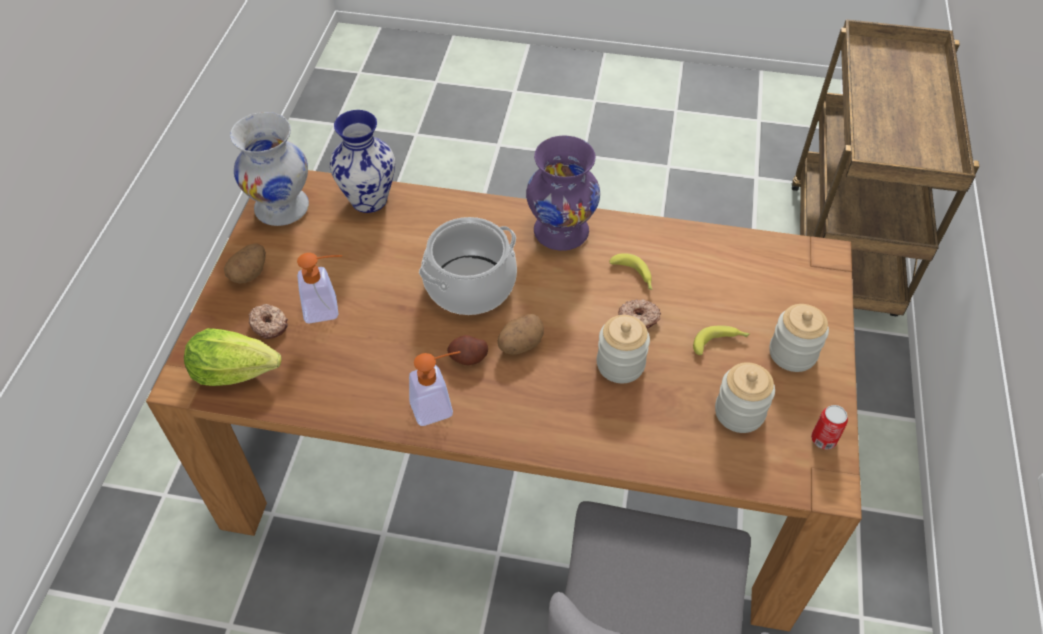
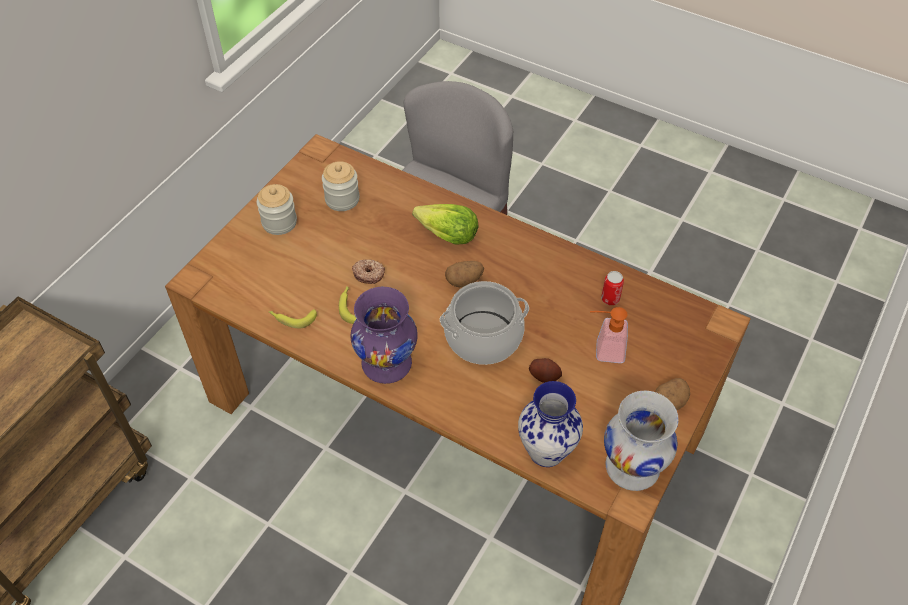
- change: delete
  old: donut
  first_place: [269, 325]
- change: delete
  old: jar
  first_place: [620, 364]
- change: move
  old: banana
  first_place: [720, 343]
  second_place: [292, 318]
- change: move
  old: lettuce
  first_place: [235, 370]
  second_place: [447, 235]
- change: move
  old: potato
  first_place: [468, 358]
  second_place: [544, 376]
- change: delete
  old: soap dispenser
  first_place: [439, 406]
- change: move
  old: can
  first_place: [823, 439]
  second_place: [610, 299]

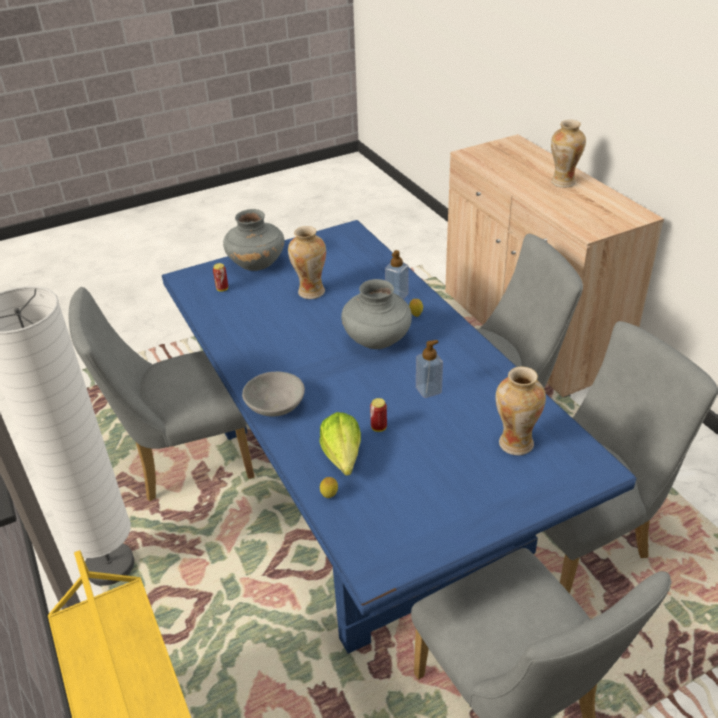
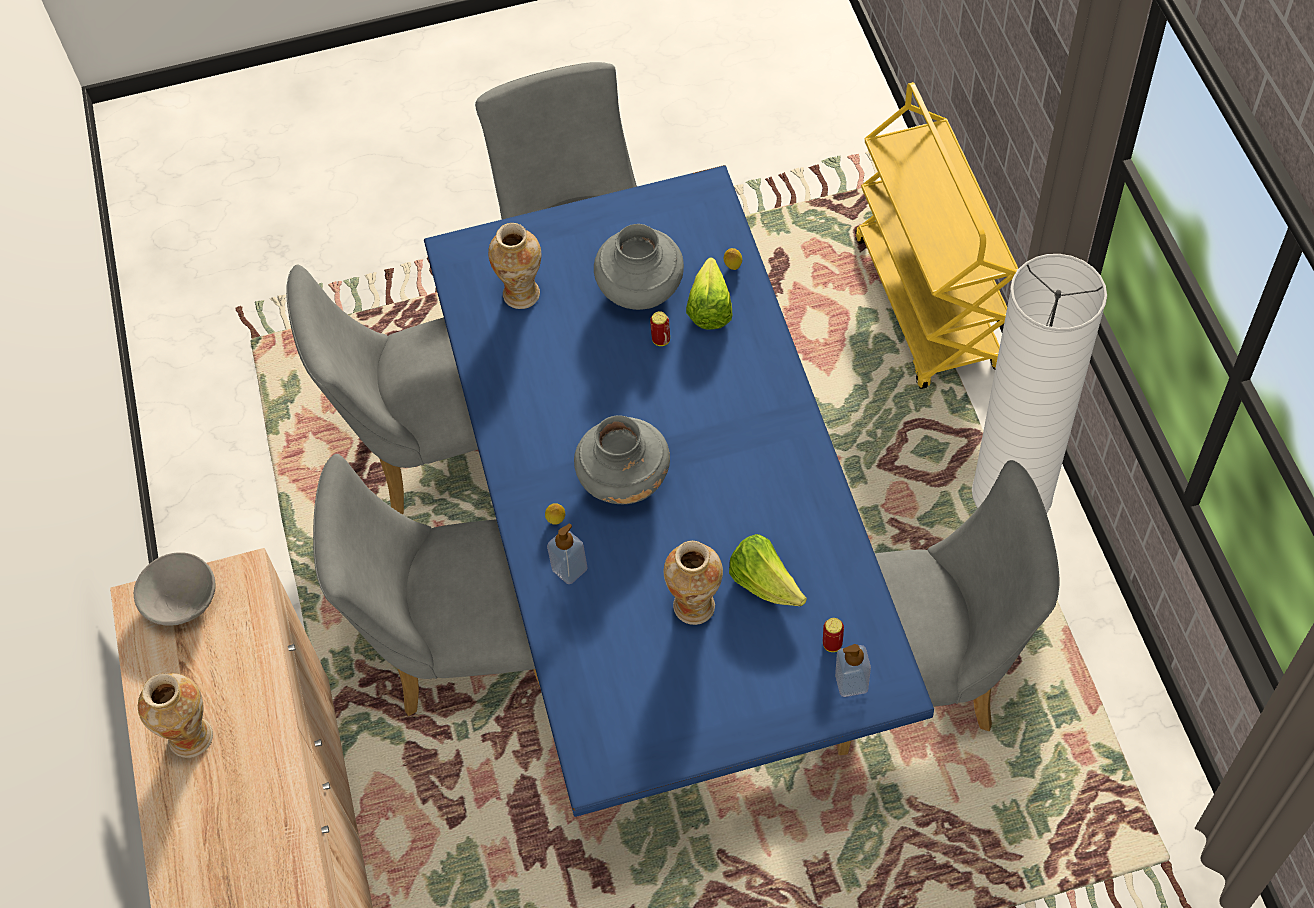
- change: move
  old: grey vase
  first_place: [256, 264]
  second_place: [641, 291]
- change: move
  old: soap dispenser
  first_place: [428, 390]
  second_place: [851, 682]
- change: move
  old: grey bowl
  first_place: [275, 406]
  second_place: [181, 601]
- change: insert
  new: lettuce
  second_place: [765, 583]

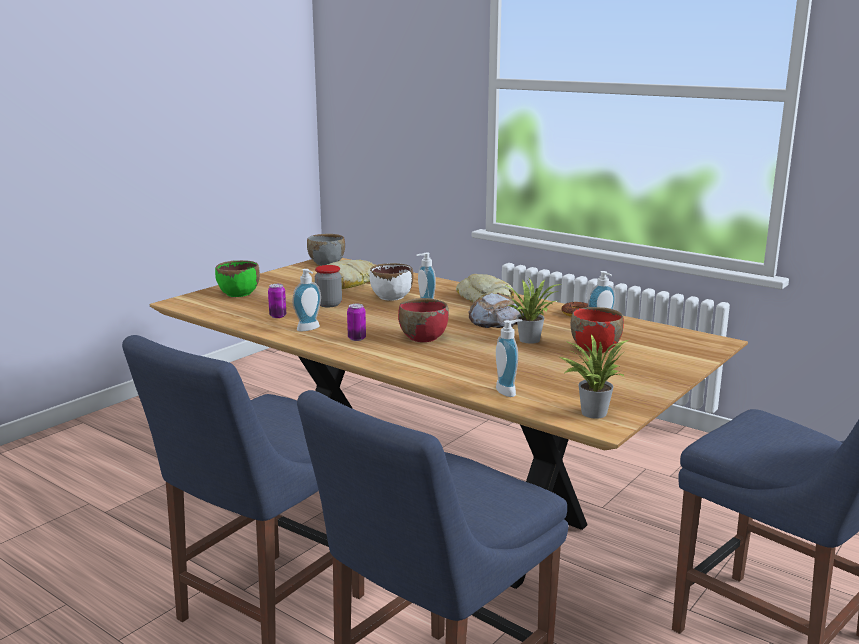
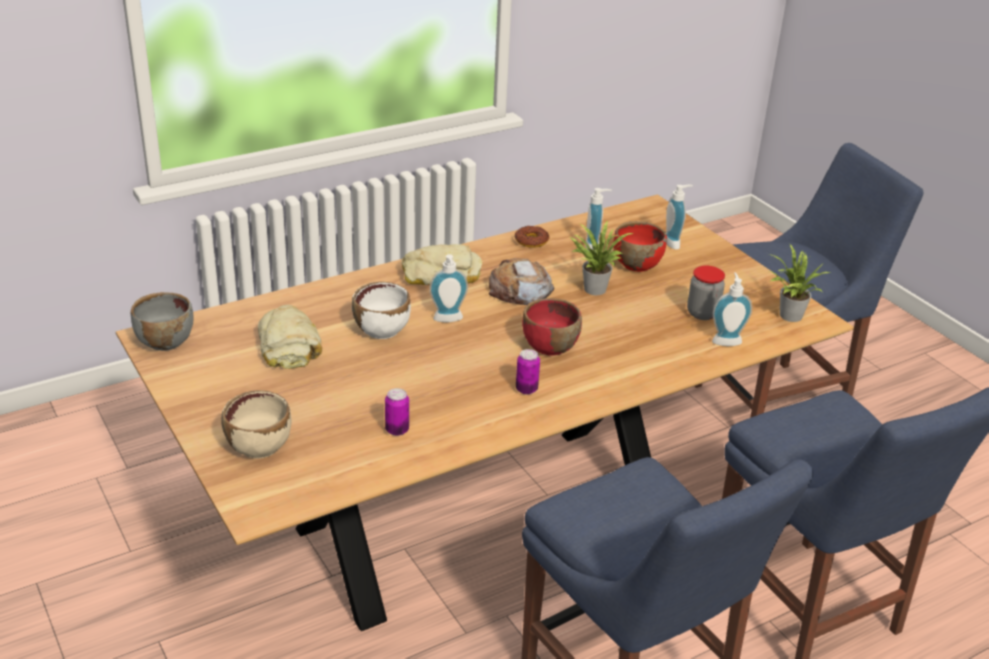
- change: recolor
  old: green bowl
  new: beige bowl
  first_place: [239, 293]
  second_place: [259, 446]
- change: move
  old: jar
  first_place: [329, 304]
  second_place: [702, 313]
- change: move
  old: soap dispenser
  first_place: [309, 329]
  second_place: [674, 243]

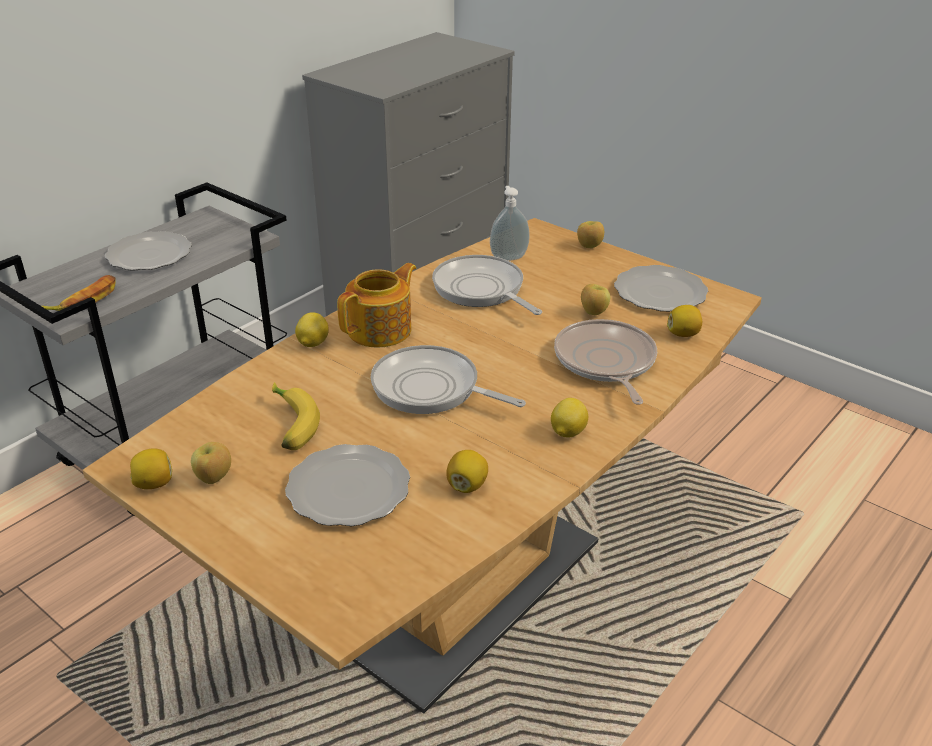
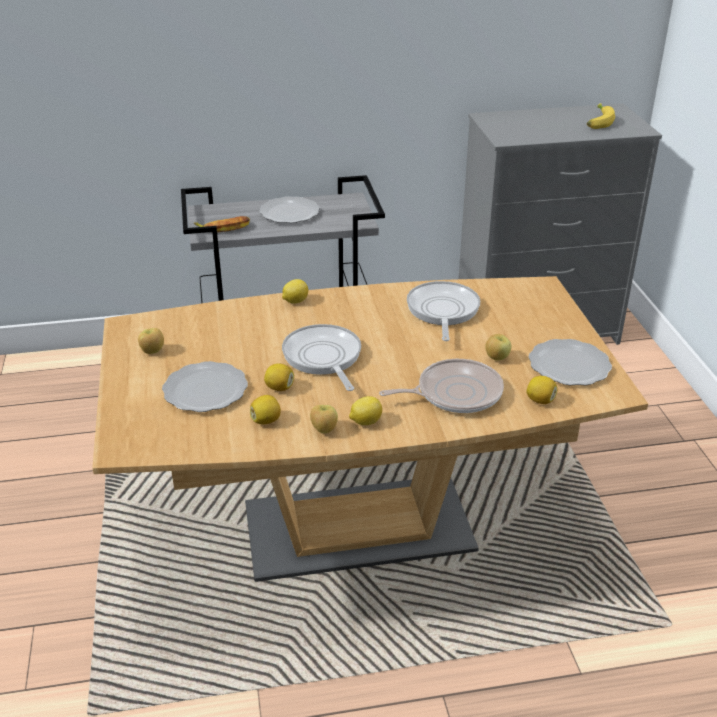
- change: delete
  old: soap dispenser
  first_place: [508, 257]
- change: move
  old: apple
  first_place: [589, 246]
  second_place: [324, 430]
- change: delete
  old: teapot
  first_place: [381, 330]
- change: rotate
  old: frying pan
  first_place: [605, 363]
  second_place: [454, 393]
  degrees: 45
- change: move
  old: banana
  first_place: [289, 425]
  second_place: [597, 122]
- change: move
  old: lemon
  first_place: [154, 483]
  second_place: [279, 388]

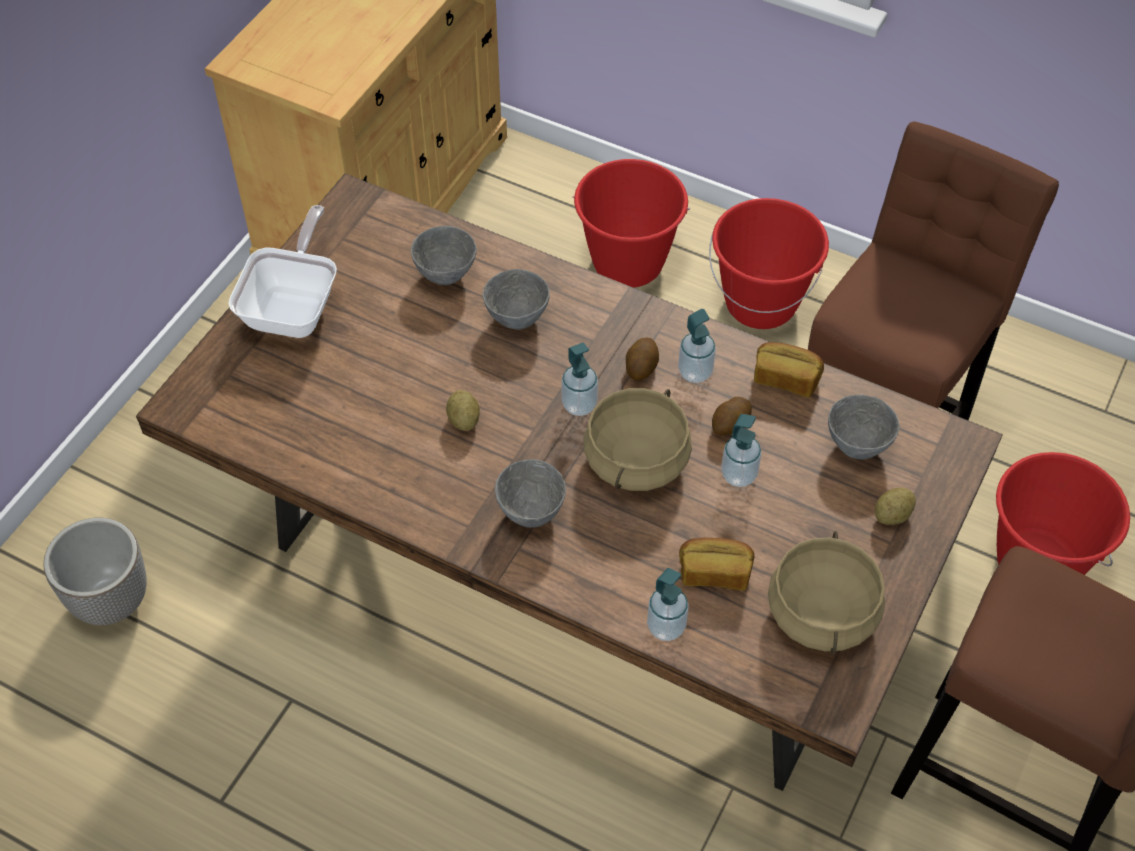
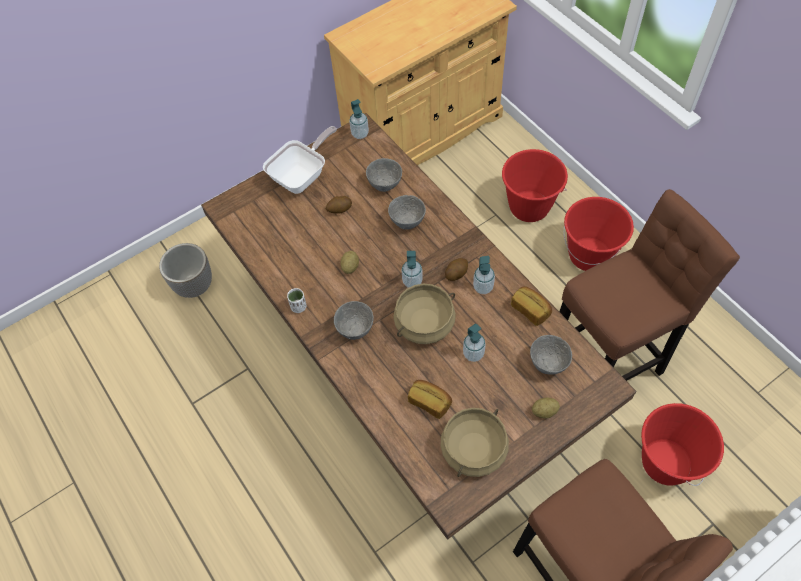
- change: move
  old: potato
  first_place: [730, 425]
  second_place: [339, 209]
- change: move
  old: soap dispenser
  first_place: [666, 627]
  second_place: [360, 134]
- change: insert
  new: white cup
  second_place: [298, 307]

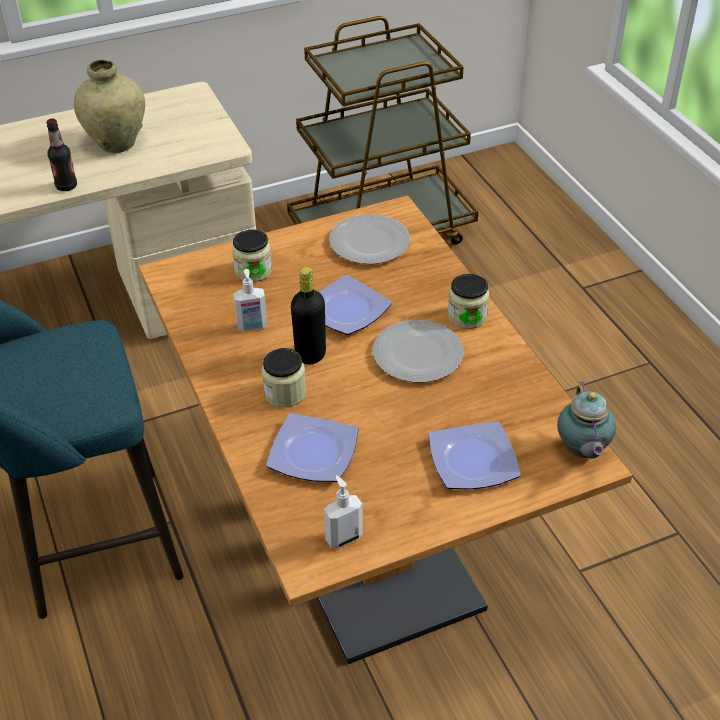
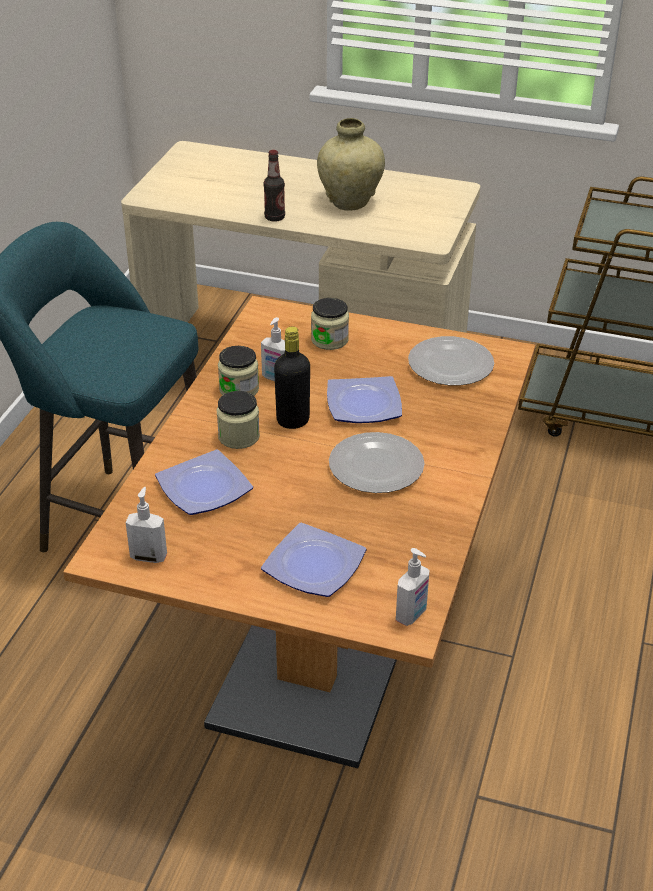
- change: move
  old: jar
  first_place: [467, 316]
  second_place: [239, 390]
- change: replace
  old: teapot
  new: soap dispenser
  first_place: [581, 452]
  second_place: [412, 615]

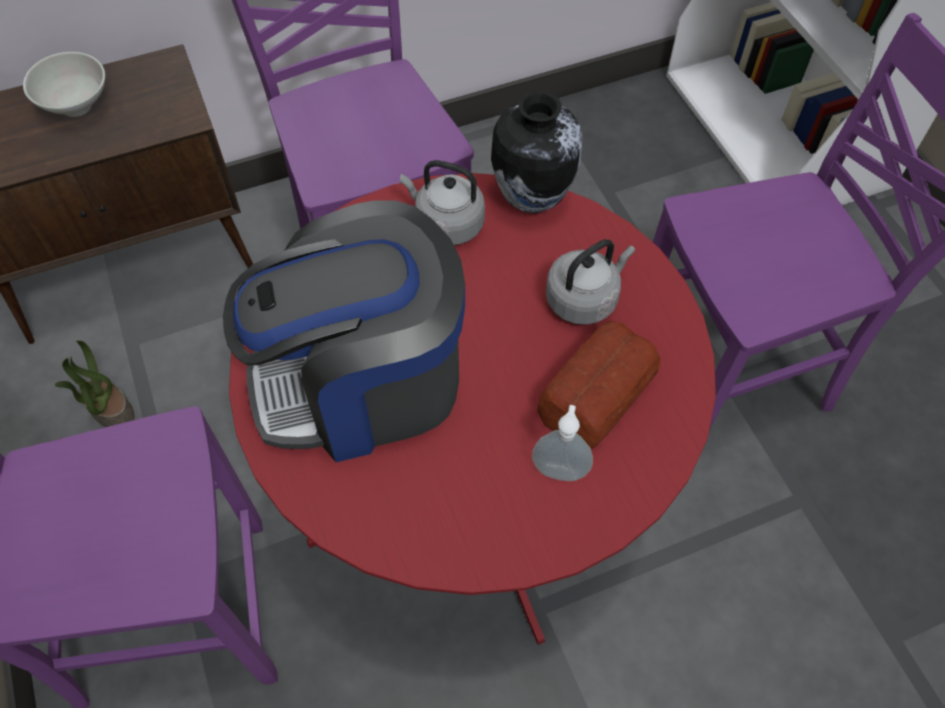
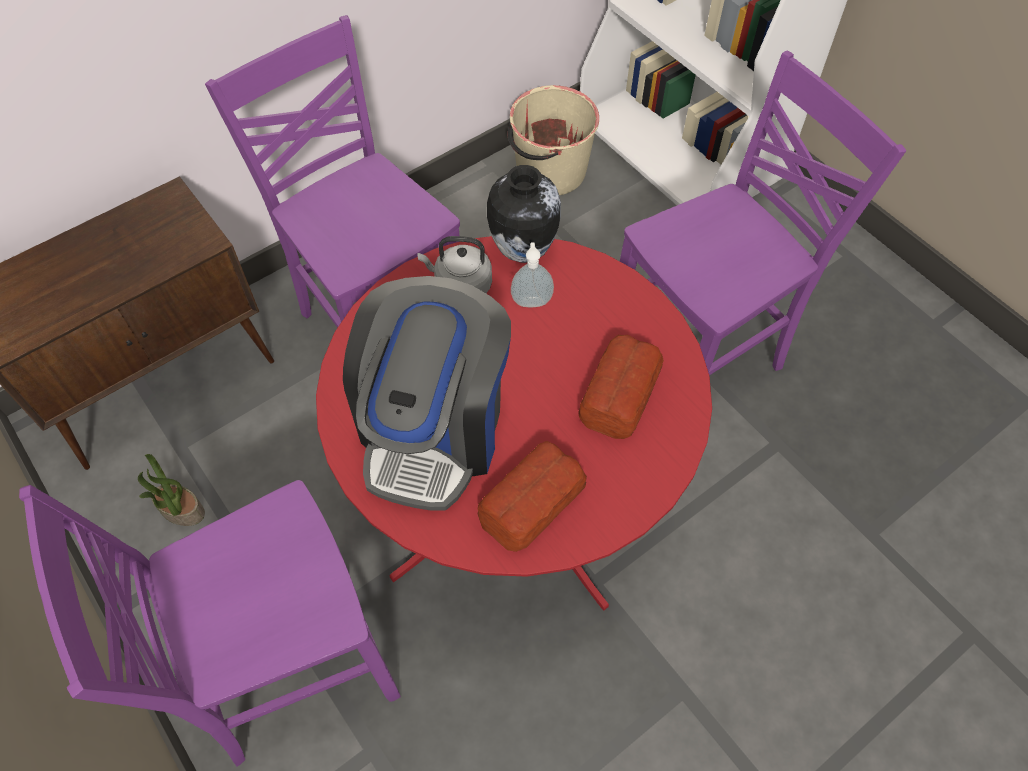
- change: delete
  old: white bowl
  first_place: [79, 106]
- change: rotate
  old: coffee machine
  first_place: [363, 383]
  second_place: [434, 428]
  degrees: -45
- change: delete
  old: grey kettle
  first_place: [584, 299]
- change: move
  old: soap dispenser
  first_place: [560, 469]
  second_place: [531, 301]
- change: insert
  new: beige bucket
  second_place: [550, 171]
- change: insert
  new: bread
  second_place: [533, 501]

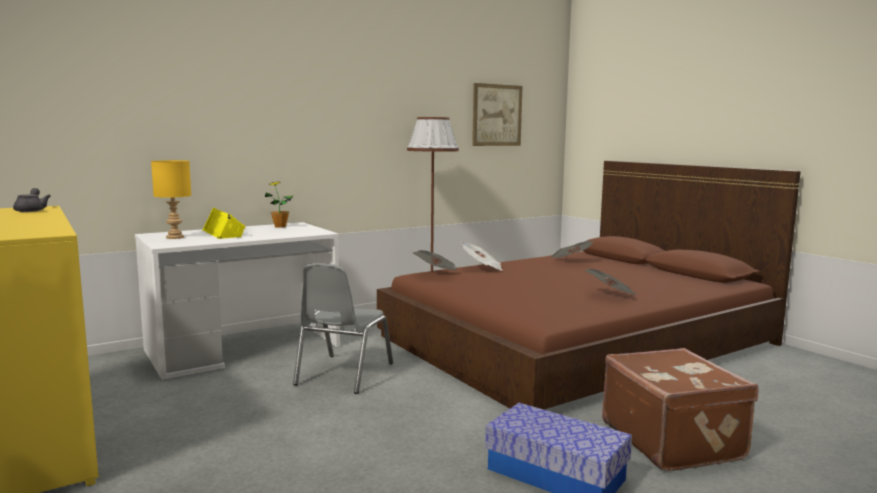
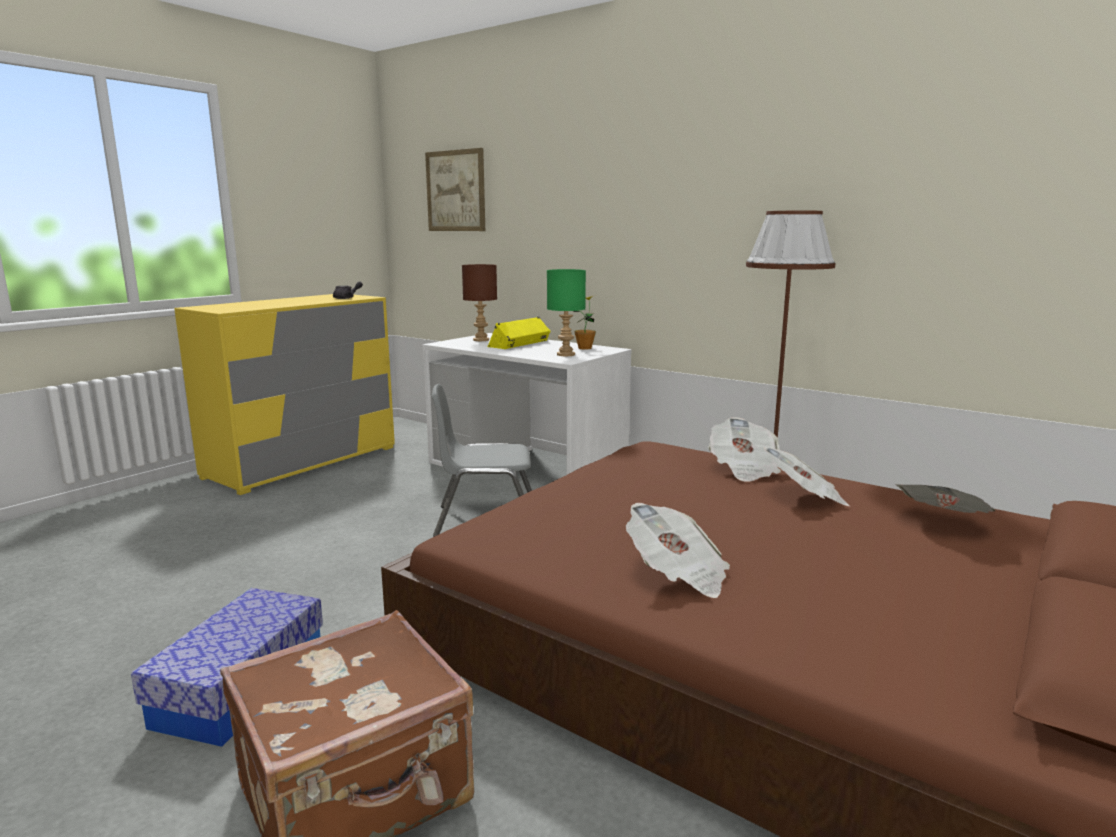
- change: move
  old: picture
  first_place: [497, 115]
  second_place: [455, 191]
- change: recolor
  old: yellow table lamp
  new: brown table lamp
  first_place: [174, 237]
  second_place: [480, 340]
- change: move
  old: newspaper
  first_place: [437, 273]
  second_place: [805, 497]
- change: insert
  new: green table lamp
  second_place: [566, 354]

